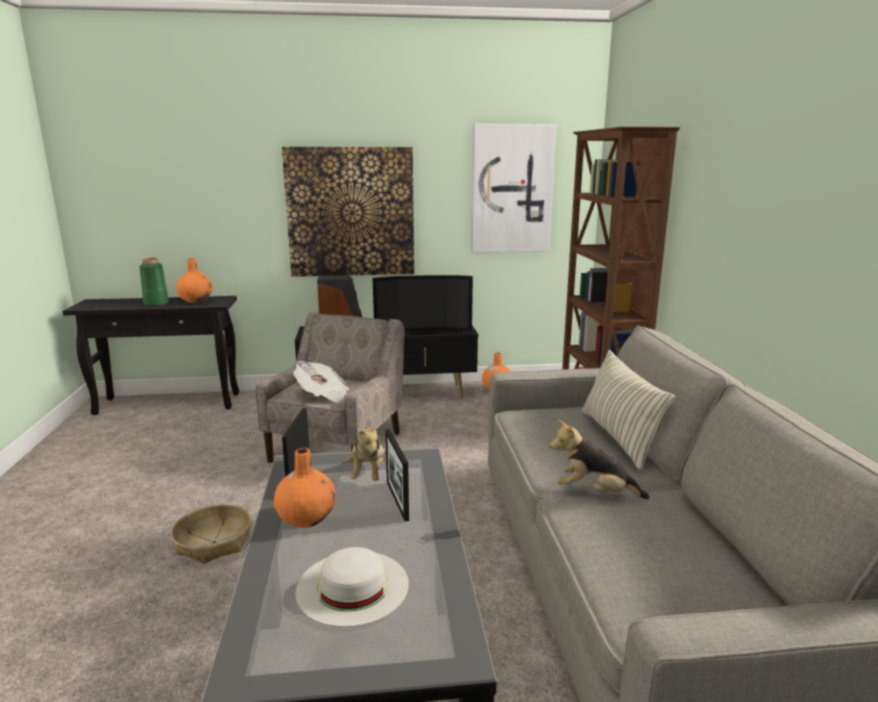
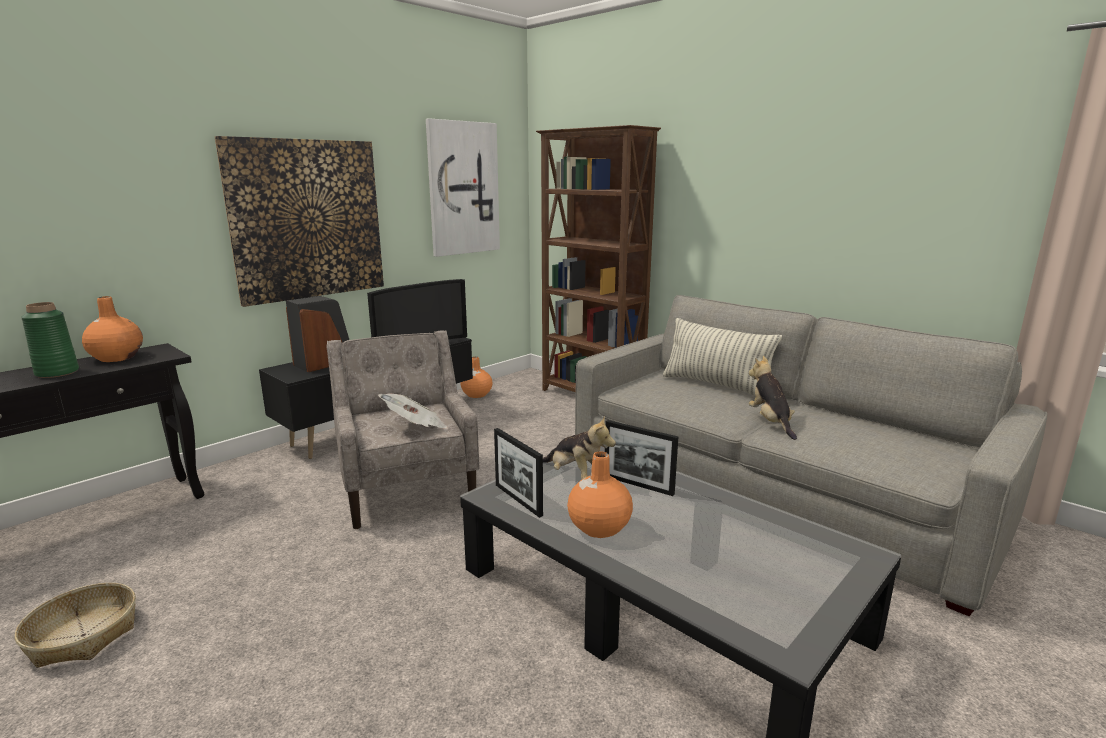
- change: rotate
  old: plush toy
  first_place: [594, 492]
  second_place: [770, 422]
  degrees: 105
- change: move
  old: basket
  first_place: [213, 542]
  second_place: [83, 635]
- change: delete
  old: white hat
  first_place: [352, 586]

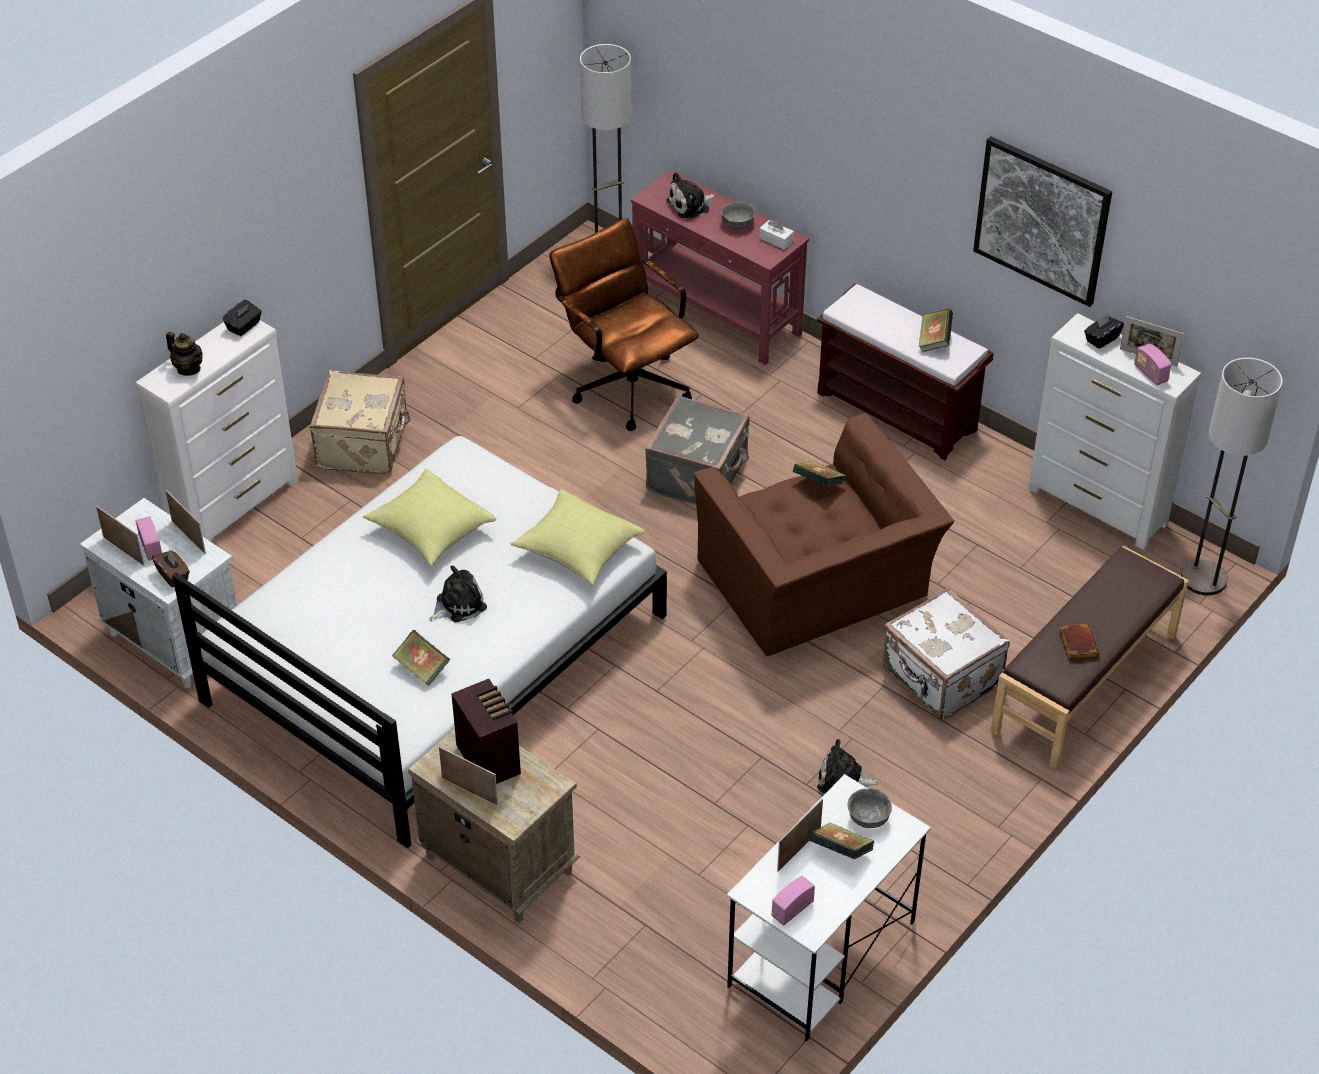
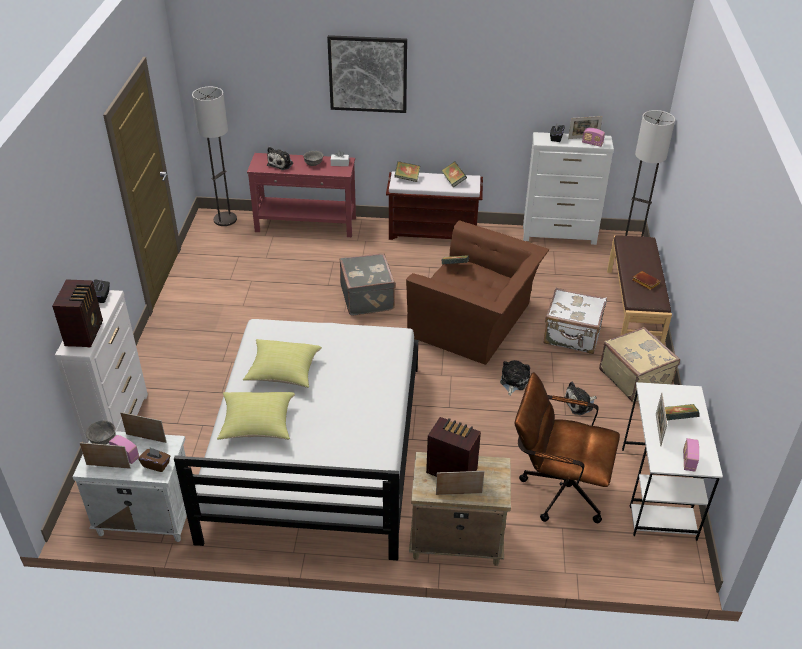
- change: move
  old: picture
  first_place: [1042, 220]
  second_place: [368, 74]
- change: move
  old: brown office chair
  first_place: [625, 383]
  second_place: [557, 488]
- change: replace
  old: teapot
  new: radio
  first_place: [188, 368]
  second_place: [85, 333]
- change: move
  old: beige suitcase
  first_place: [364, 444]
  second_place: [635, 378]
- change: move
  old: yellow pillow
  first_place: [577, 551]
  second_place: [256, 425]
- change: move
  old: plush toy
  first_place: [458, 604]
  second_place: [513, 381]
- change: move
  old: book
  first_place: [421, 668]
  second_place: [407, 178]
- change: move
  old: grey bowl
  first_place: [868, 817]
  second_place: [103, 439]

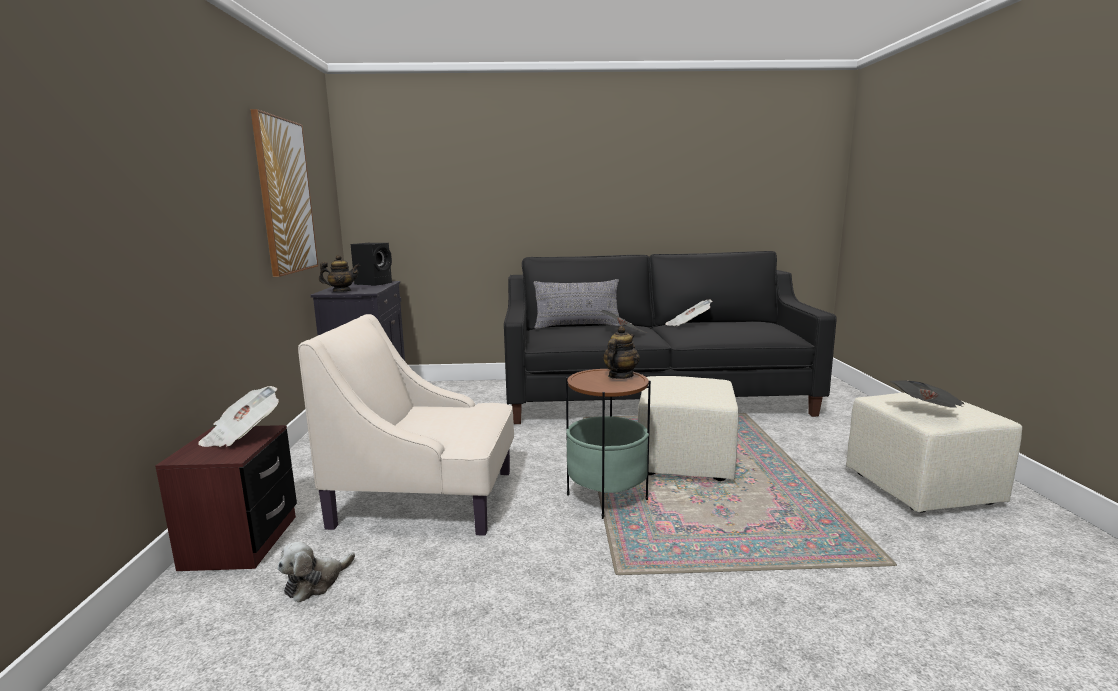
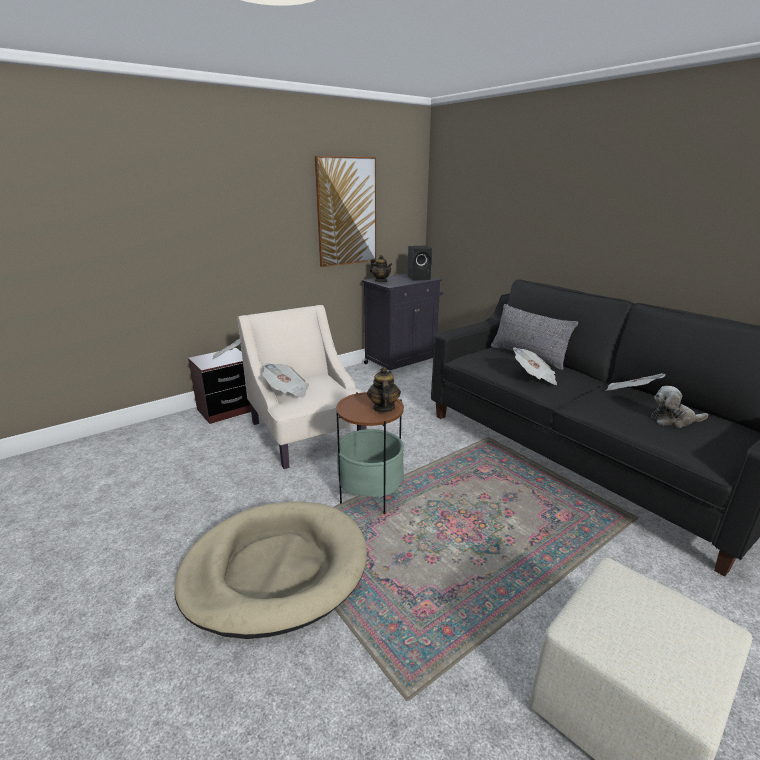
- change: rotate
  old: teapot
  first_place: [620, 376]
  second_place: [383, 408]
  degrees: -90
- change: delete
  old: beige ottoman
  first_place: [684, 461]
- change: move
  old: newspaper
  first_place: [926, 411]
  second_place: [287, 391]
- change: move
  old: plush toy
  first_place: [316, 582]
  second_place: [673, 420]
- change: insert
  new: beige dog bed
  second_place: [275, 570]

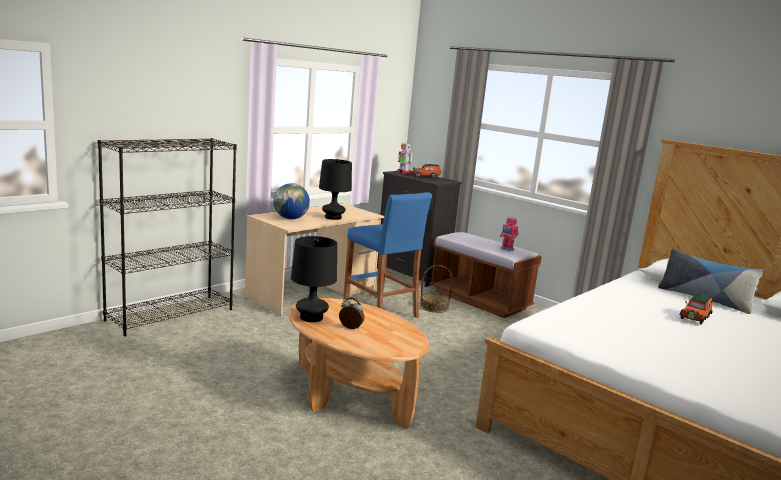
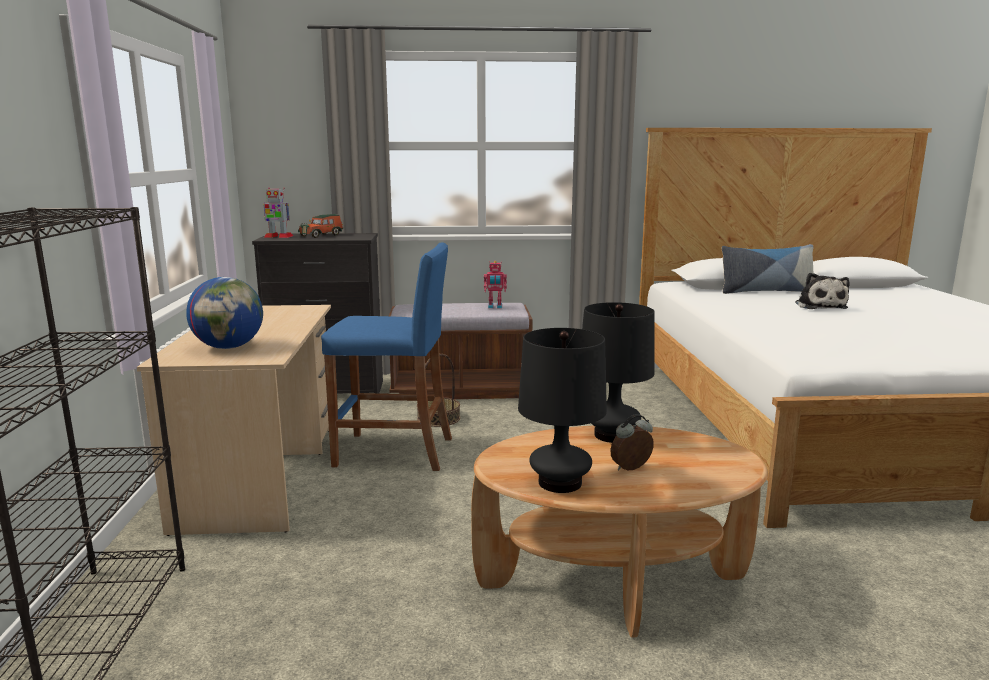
- change: move
  old: black table lamp
  first_place: [333, 217]
  second_place: [613, 435]
- change: replace
  old: toy car
  new: plush toy
  first_place: [695, 317]
  second_place: [819, 306]

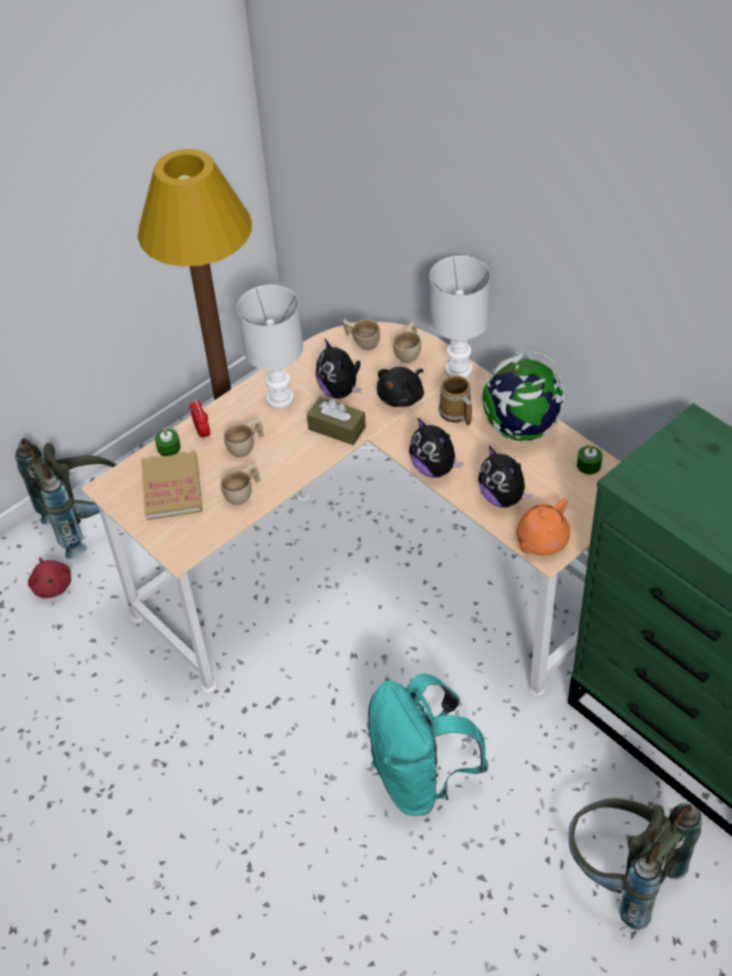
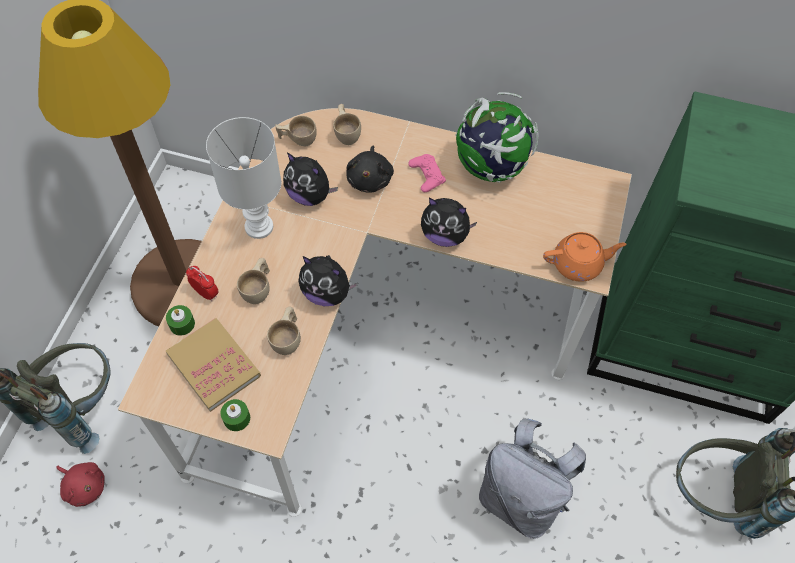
- change: delete
  old: white table lamp
  first_place: [459, 369]
- change: replace
  old: mug
  new: pink game controller
  first_place: [455, 413]
  second_place: [427, 175]
- change: delete
  old: brown tissue box
  first_place: [337, 428]
- change: move
  old: green candle
  first_place: [588, 465]
  second_place: [236, 418]
- change: move
  old: plush toy
  first_place: [503, 497]
  second_place: [327, 293]
- change: rotate
  old: orange teapot
  first_place: [541, 541]
  second_place: [578, 264]
  degrees: -105
- change: recolor
  old: turquoise backpack
  new: grey backpack
  first_place: [421, 778]
  second_place: [521, 497]

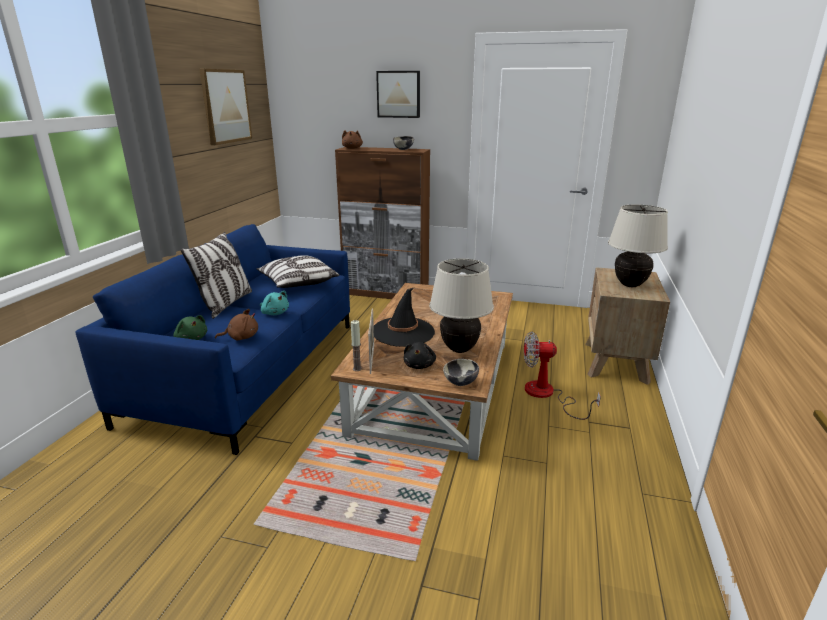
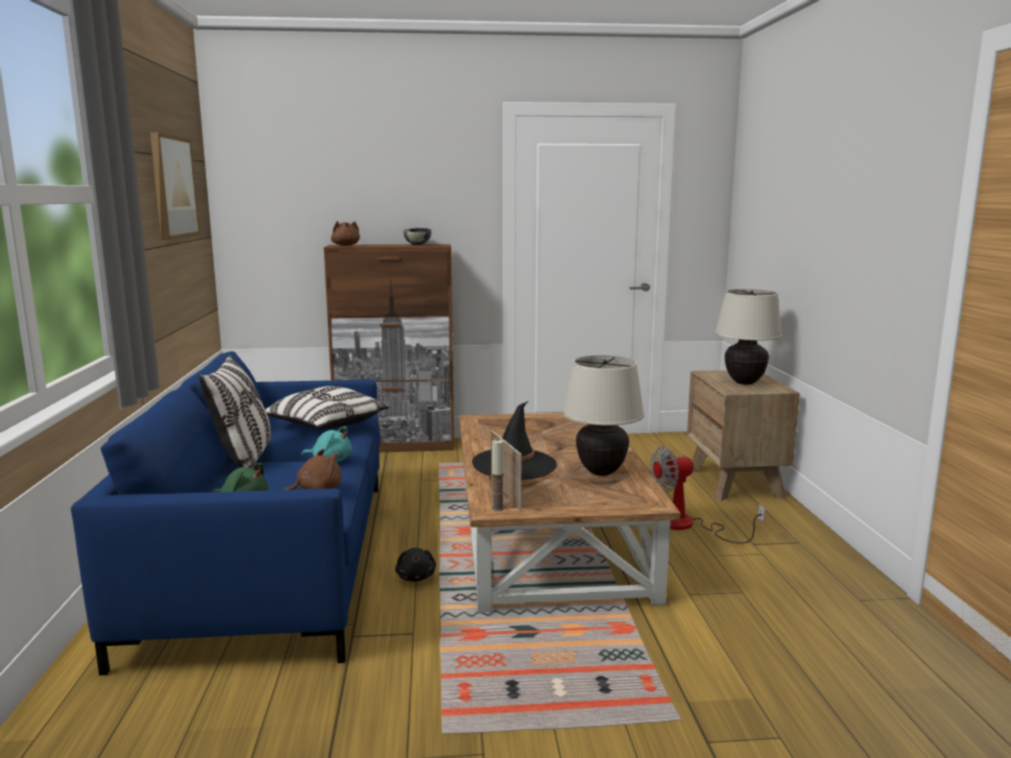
- change: delete
  old: picture
  first_place: [399, 94]
- change: move
  old: black plush toy
  first_place: [419, 365]
  second_place: [416, 577]
- change: delete
  old: bowl
  first_place: [460, 383]

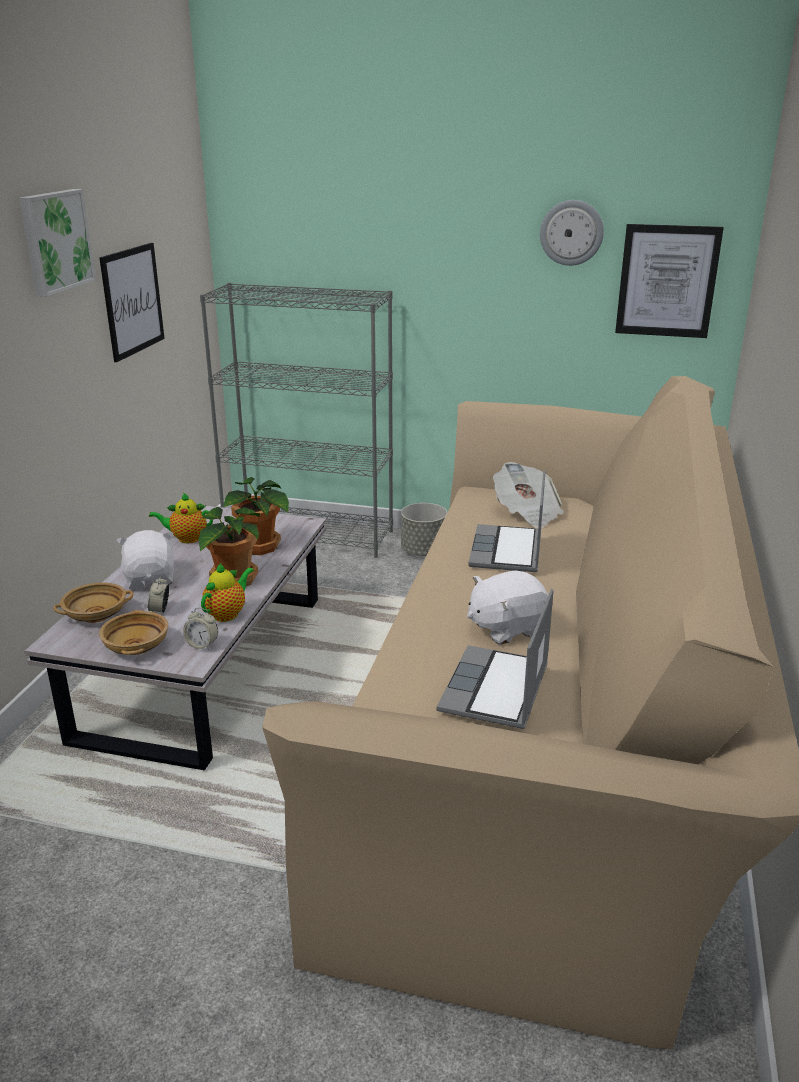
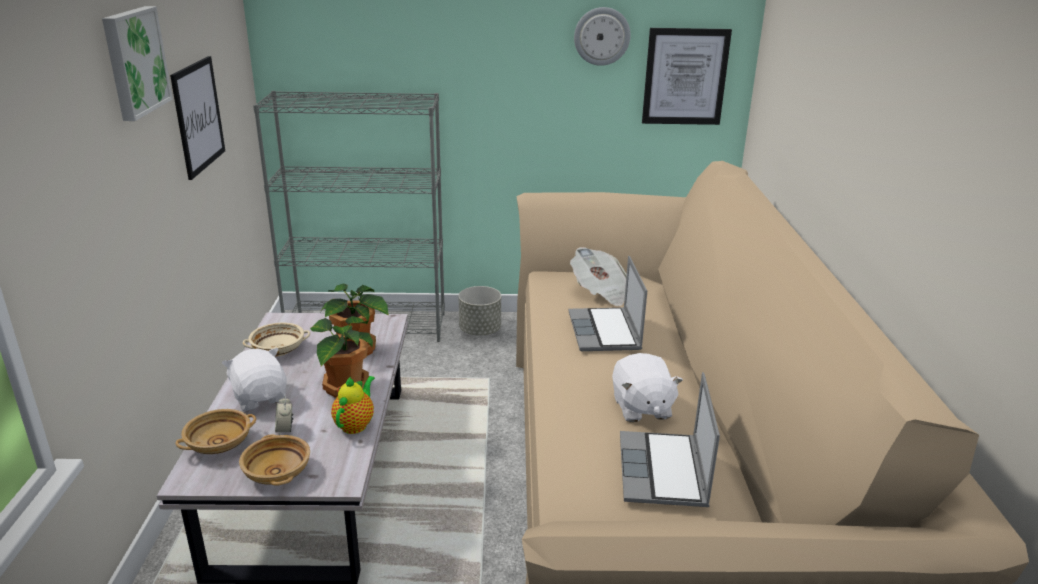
- change: replace
  old: teapot
  new: beige bowl
  first_place: [186, 539]
  second_place: [278, 350]
- change: rotate
  old: white plush toy
  first_place: [506, 628]
  second_place: [641, 408]
  degrees: -60
- change: delete
  old: alarm clock
  first_place: [202, 645]

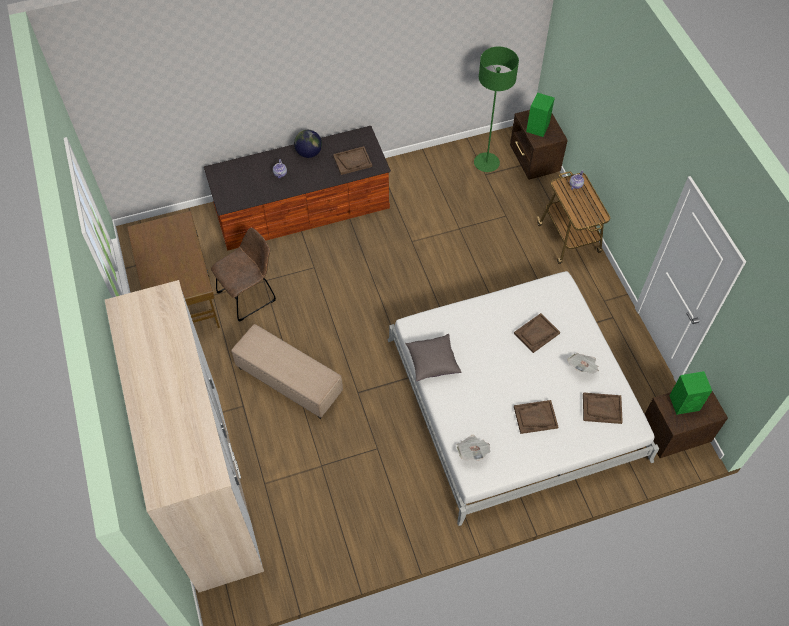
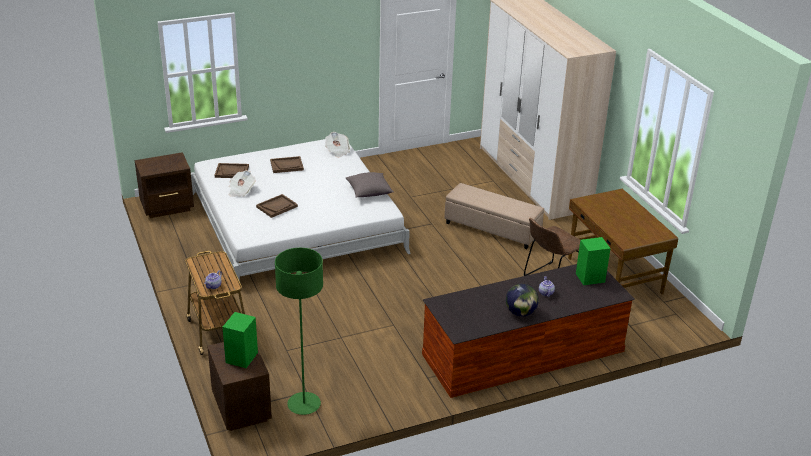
- change: delete
  old: brown tray
  first_place: [352, 161]
- change: move
  old: green speaker
  first_place: [685, 403]
  second_place: [589, 278]

